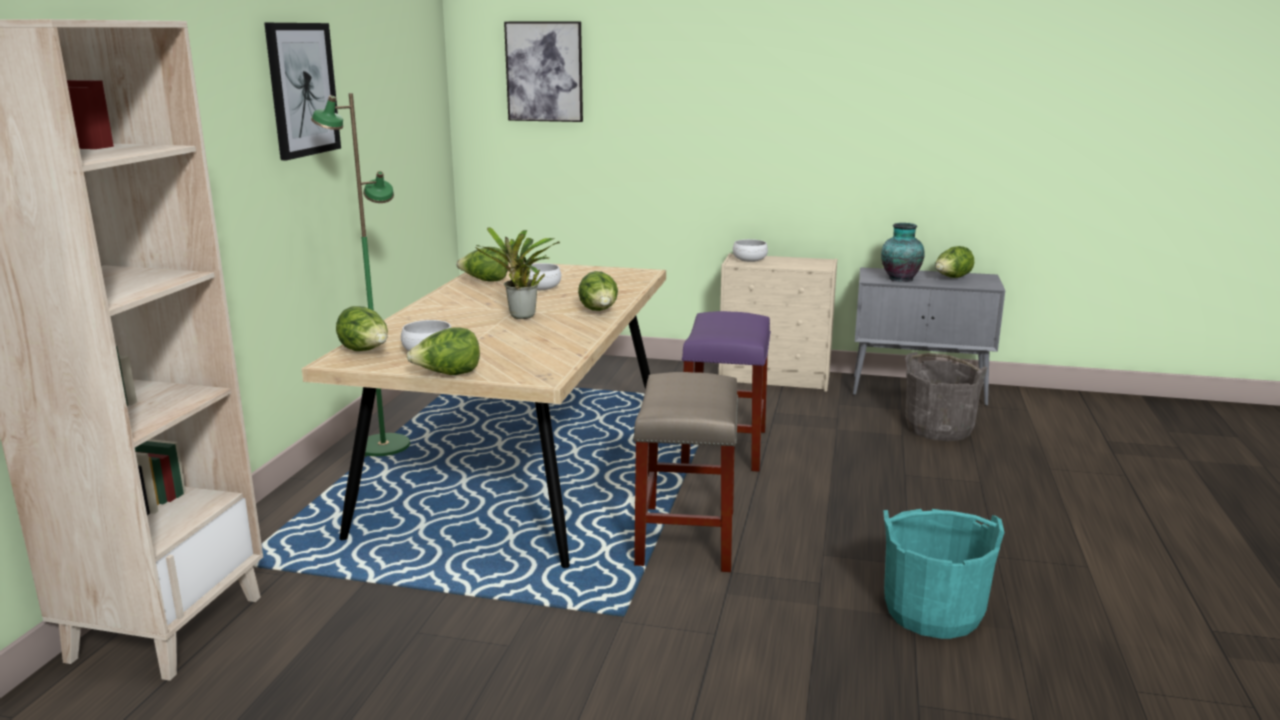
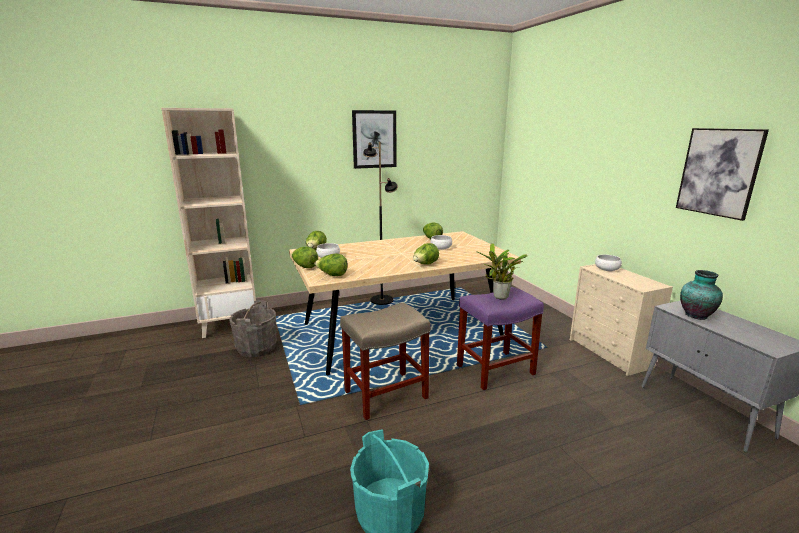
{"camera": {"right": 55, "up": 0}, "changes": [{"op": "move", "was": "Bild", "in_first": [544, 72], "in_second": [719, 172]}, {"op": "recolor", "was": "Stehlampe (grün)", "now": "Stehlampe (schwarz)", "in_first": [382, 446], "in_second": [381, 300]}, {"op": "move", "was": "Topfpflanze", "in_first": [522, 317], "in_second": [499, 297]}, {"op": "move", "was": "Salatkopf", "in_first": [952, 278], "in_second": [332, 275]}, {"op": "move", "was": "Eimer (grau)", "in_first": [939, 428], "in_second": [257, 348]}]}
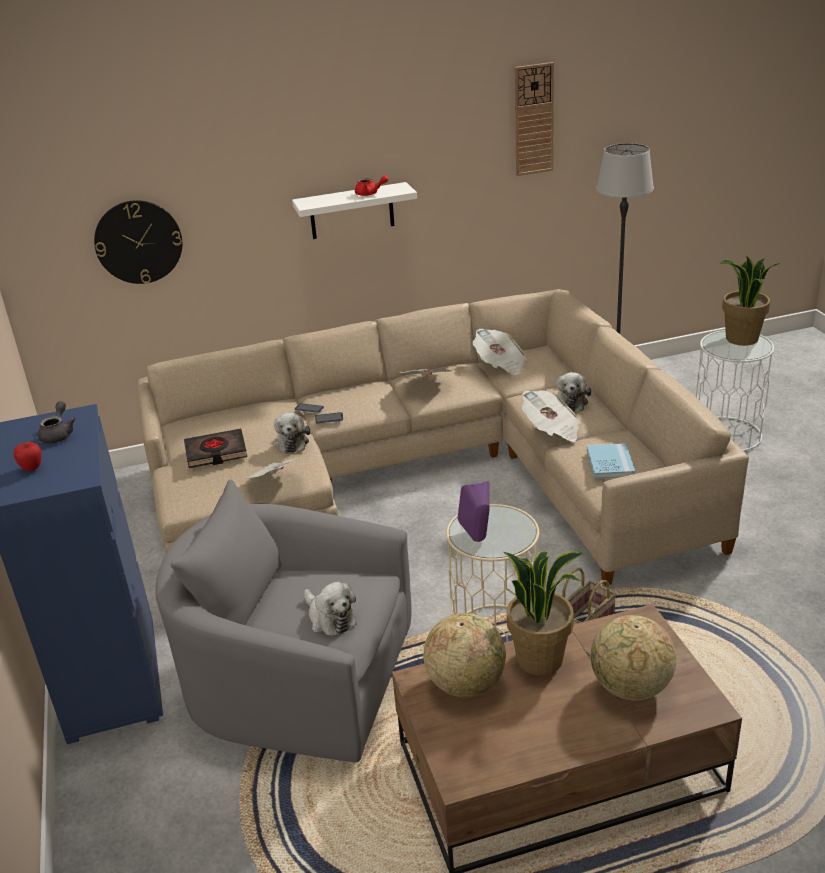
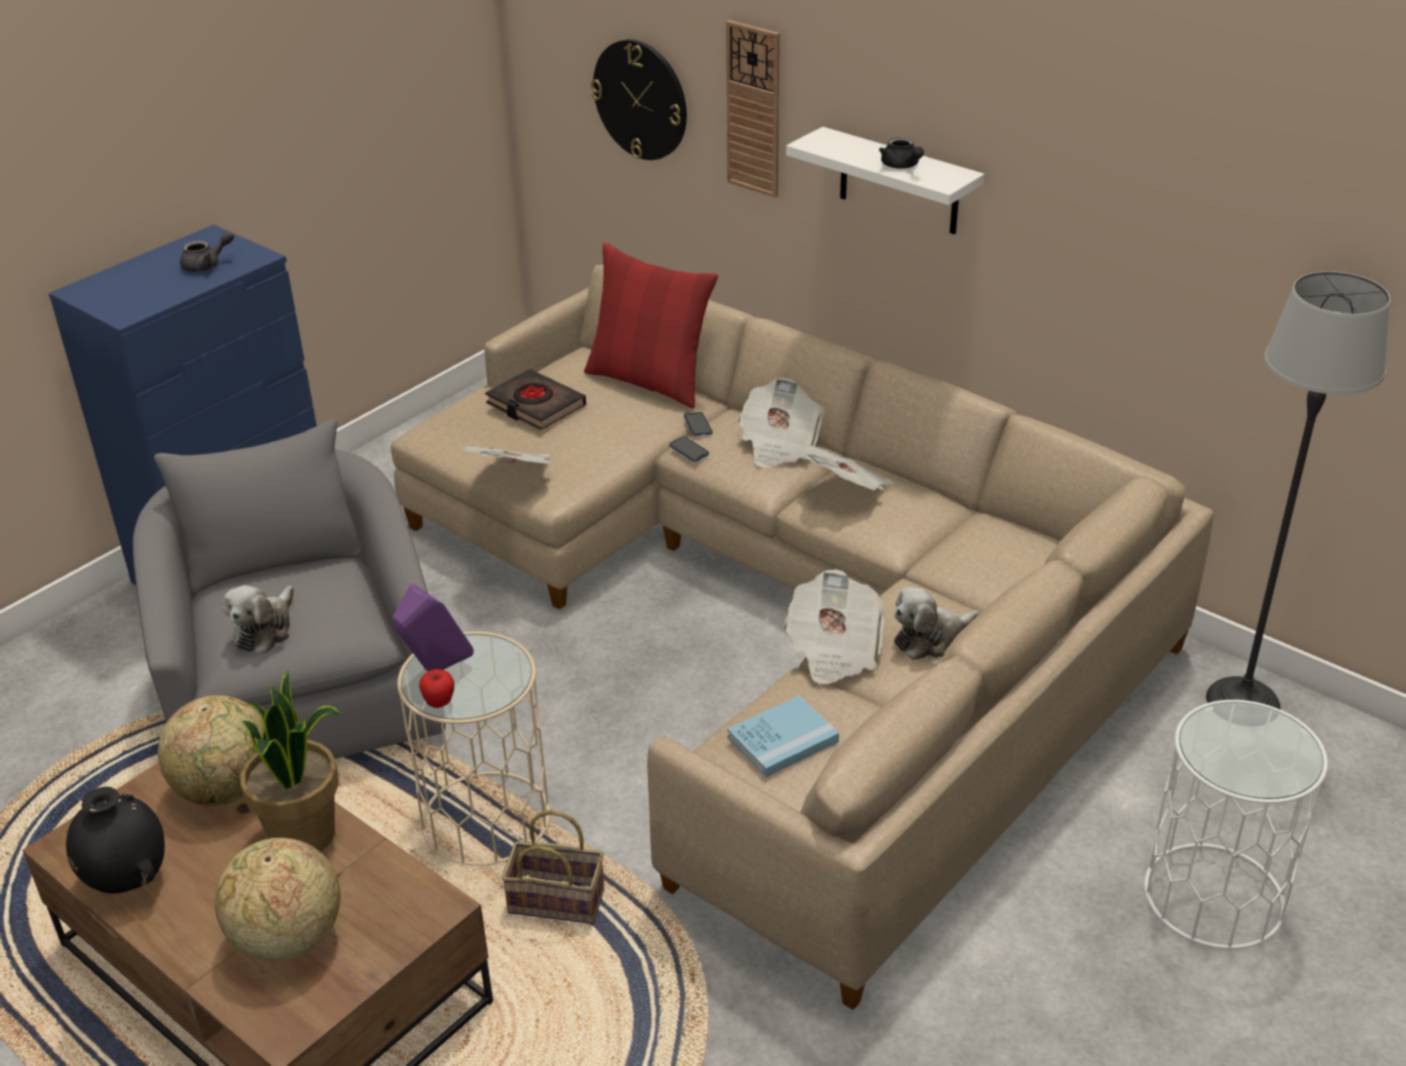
{"camera": {"right": 55, "up": 5}, "changes": [{"op": "move", "was": "Wanduhr", "in_first": [533, 120], "in_second": [754, 109]}, {"op": "recolor", "was": "Teekanne (rot)", "now": "Teekanne (schwarz)", "in_first": [370, 193], "in_second": [901, 166]}, {"op": "delete", "was": "Topfpflanze", "in_first": [741, 339]}, {"op": "move", "was": "Zeitung", "in_first": [500, 364], "in_second": [779, 444]}, {"op": "delete", "was": "Plüschtier", "in_first": [292, 442]}, {"op": "move", "was": "Apfel", "in_first": [32, 468], "in_second": [439, 703]}, {"op": "insert", "now": "Kissen (rot)", "in_second": [649, 381]}, {"op": "insert", "now": "Vase (schwarz)", "in_second": [127, 878]}]}
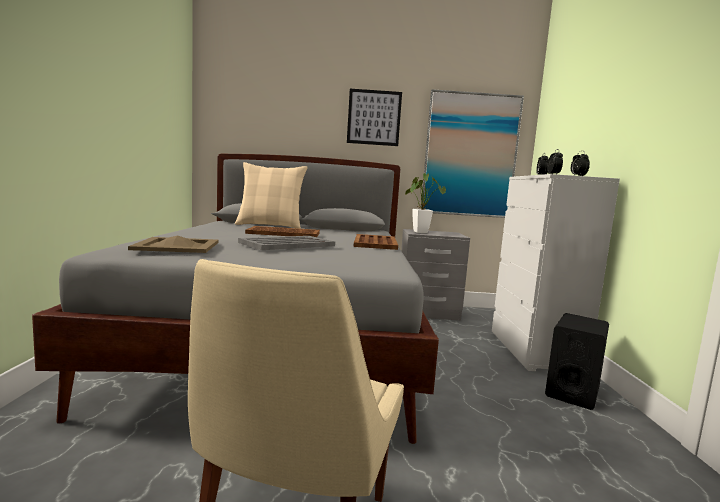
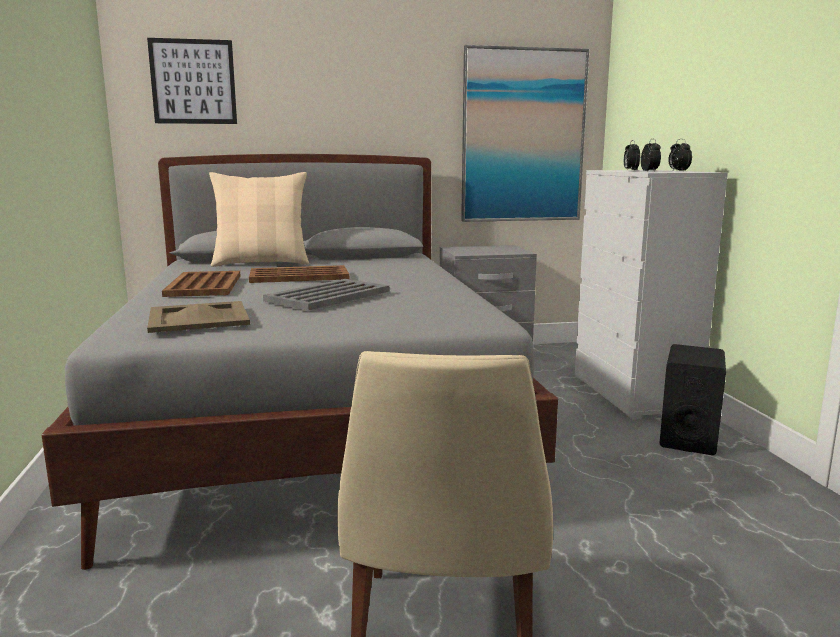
{"camera": {"right": -10, "up": 5}, "changes": [{"op": "move", "was": "Bild", "in_first": [374, 117], "in_second": [193, 82]}, {"op": "delete", "was": "Topfpflanze", "in_first": [419, 232]}, {"op": "move", "was": "Tablett (braun)", "in_first": [375, 243], "in_second": [204, 285]}]}
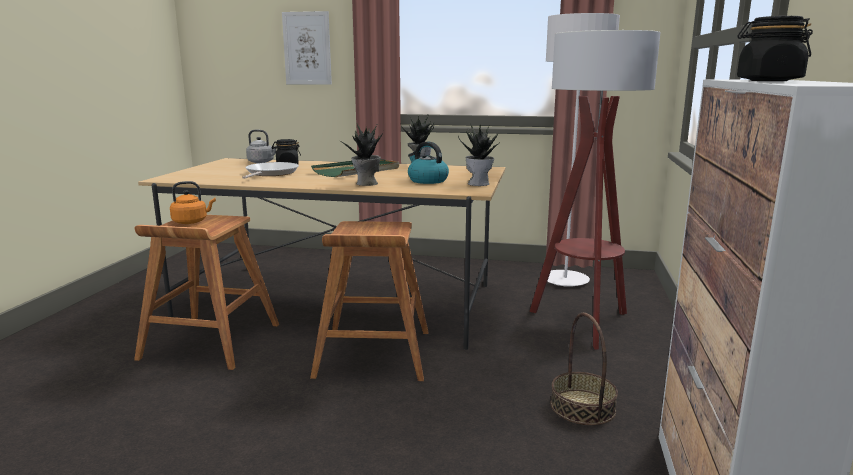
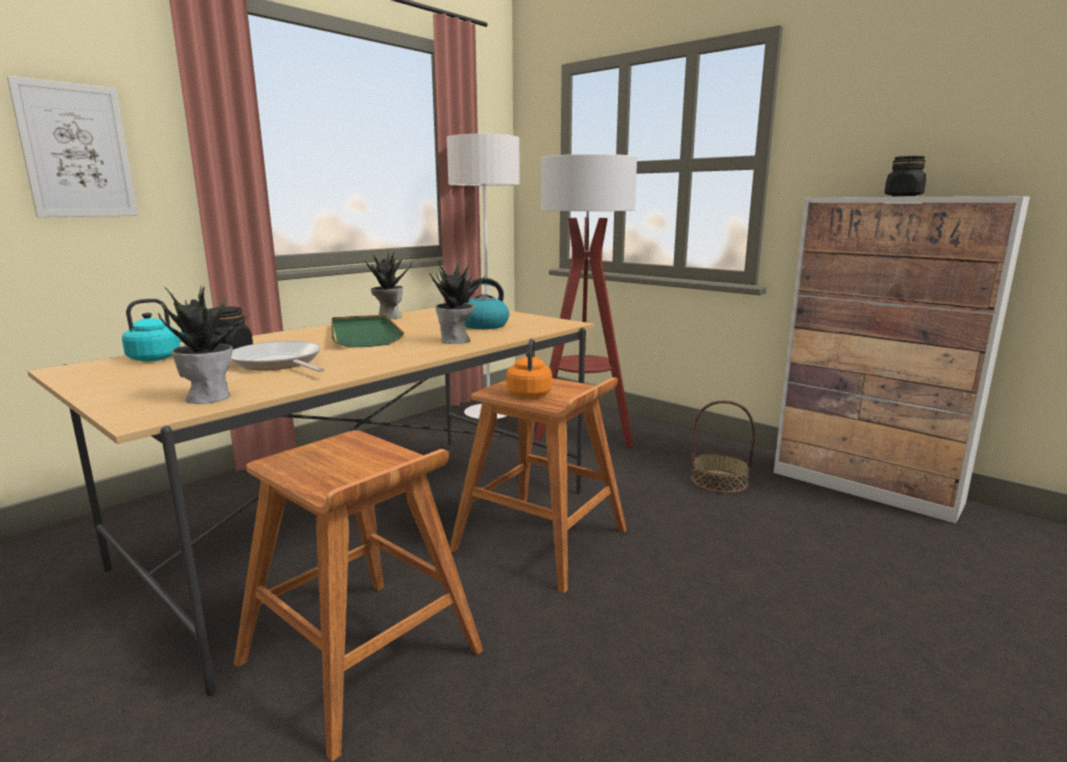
{"camera": {"right": -60, "up": 0}, "changes": [{"op": "move", "was": "Topfpflanze", "in_first": [479, 184], "in_second": [210, 397]}, {"op": "recolor", "was": "Wasserkessel (grau)", "now": "Wasserkessel (türkis)", "in_first": [262, 162], "in_second": [157, 358]}, {"op": "move", "was": "Wasserkessel (orange)", "in_first": [192, 222], "in_second": [529, 393]}]}
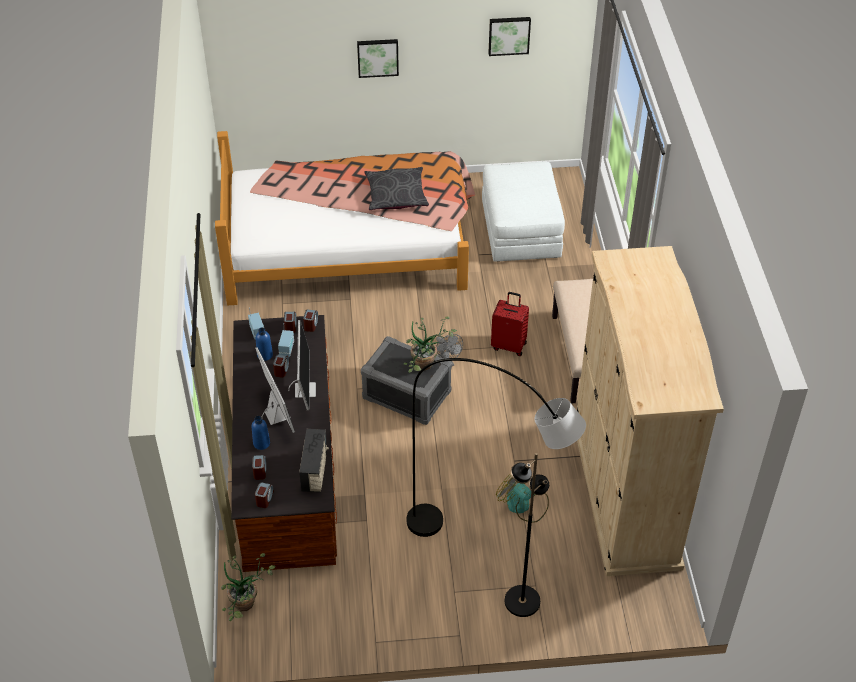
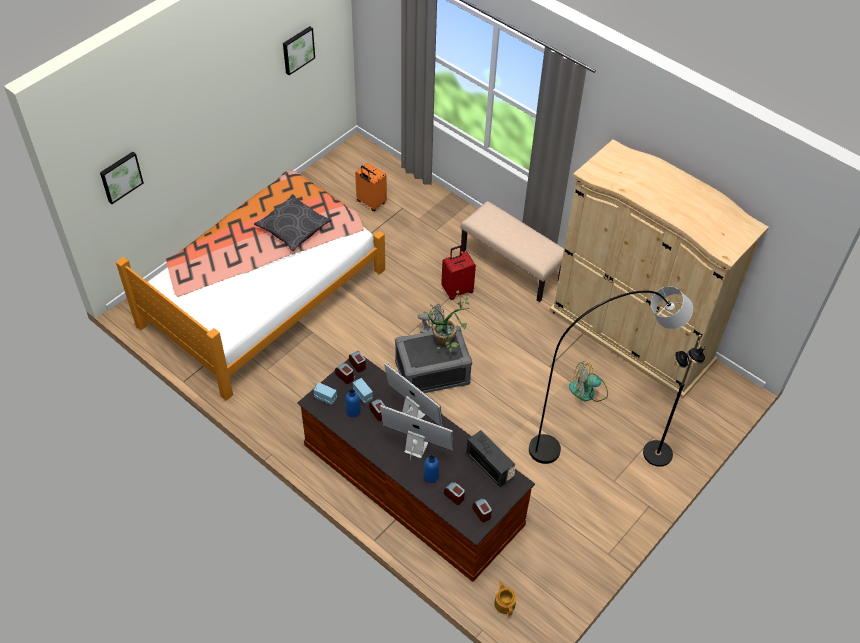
{"camera": {"right": -45, "up": 5}, "changes": [{"op": "move", "was": "Bild", "in_first": [377, 57], "in_second": [120, 176]}, {"op": "replace", "was": "Polsterhocker (weiß)", "now": "Koffer (orange)", "in_first": [520, 230], "in_second": [370, 203]}, {"op": "replace", "was": "Topfpflanze", "now": "Teekanne", "in_first": [247, 607], "in_second": [504, 603]}]}
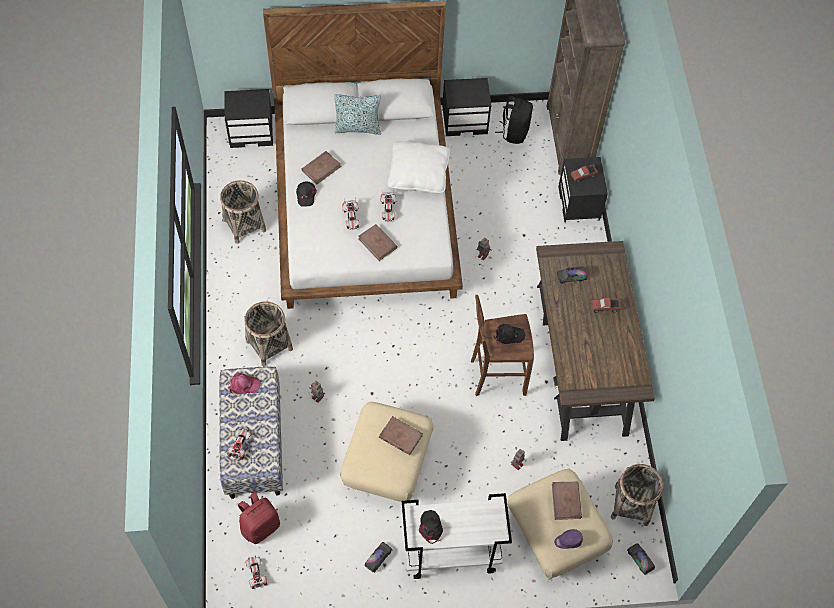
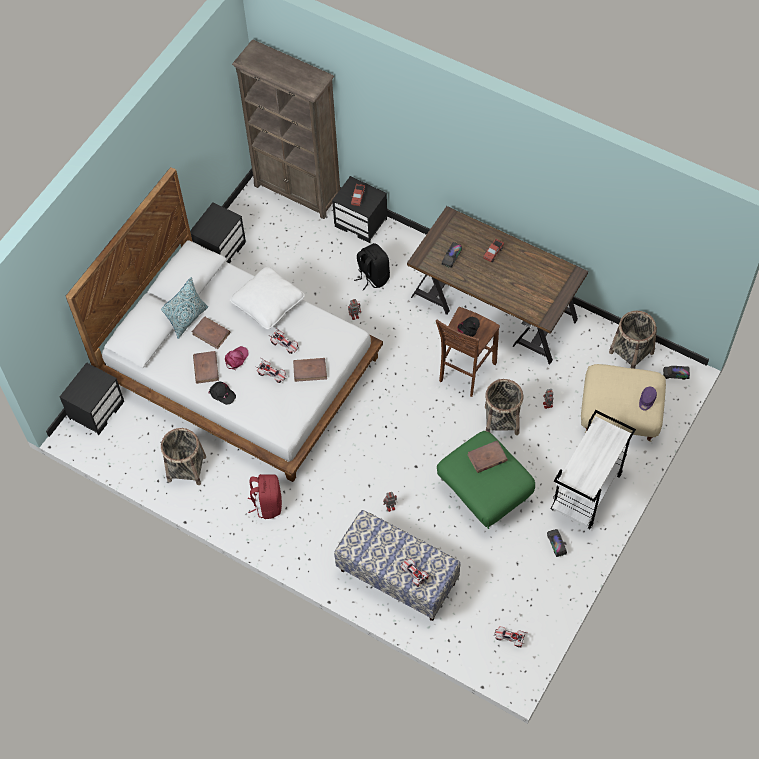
{"camera": {"right": -50, "up": 0}, "changes": [{"op": "move", "was": "Rucksack (schwarz)", "in_first": [514, 132], "in_second": [373, 277]}, {"op": "move", "was": "Korb", "in_first": [269, 345], "in_second": [501, 420]}, {"op": "move", "was": "Kappe (rosa)", "in_first": [244, 385], "in_second": [236, 359]}, {"op": "recolor", "was": "Polsterhocker (beige)", "now": "Polsterhocker (grün)", "in_first": [386, 463], "in_second": [483, 492]}, {"op": "move", "was": "Buch (braun)", "in_first": [566, 501], "in_second": [211, 333]}, {"op": "move", "was": "Rucksack (rot)", "in_first": [260, 526], "in_second": [267, 504]}, {"op": "delete", "was": "Kappe (schwarz)", "in_first": [430, 527]}]}
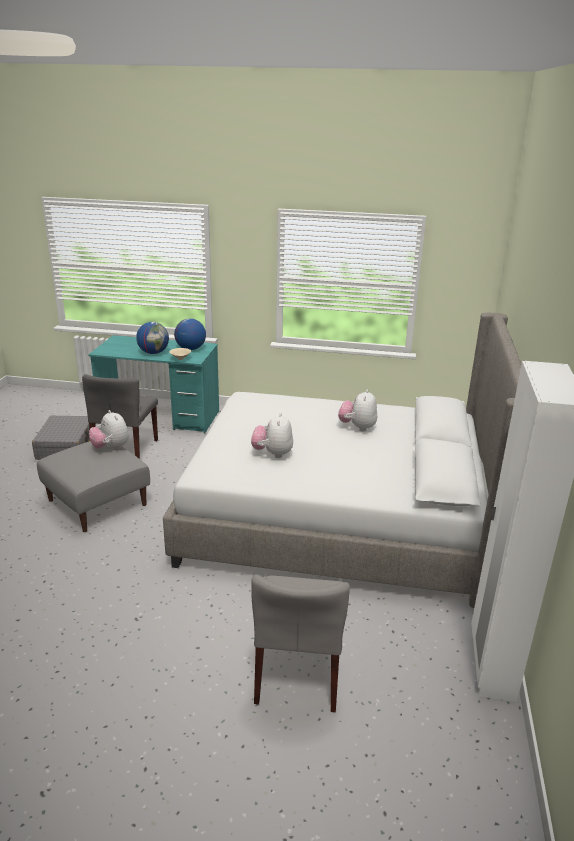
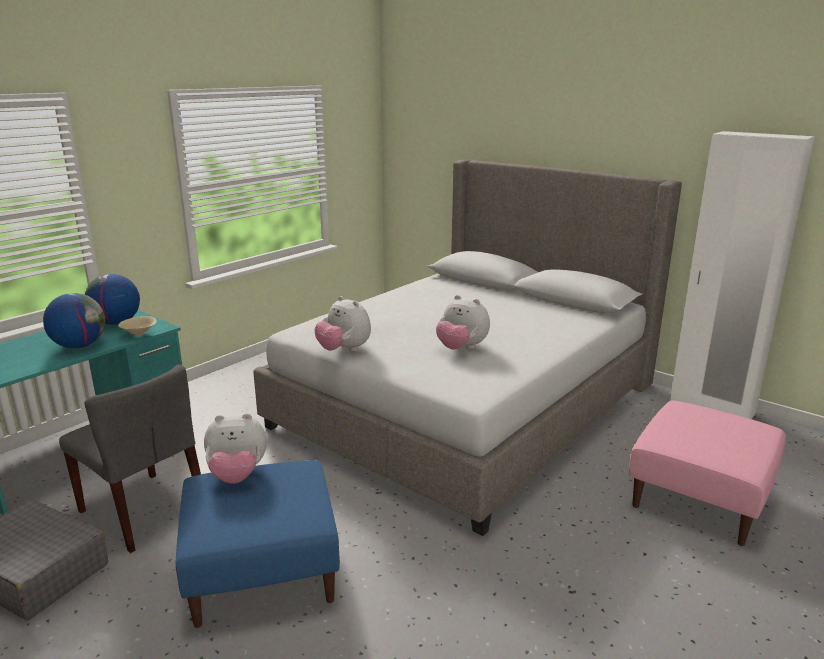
{"camera": {"right": -60, "up": -5}, "changes": [{"op": "move", "was": "Plüschtier", "in_first": [357, 427], "in_second": [344, 350]}, {"op": "recolor", "was": "Polsterhocker (grau)", "now": "Polsterhocker (blau)", "in_first": [98, 502], "in_second": [263, 570]}, {"op": "replace", "was": "Stuhl (grau)", "now": "Polsterhocker (rosa)", "in_first": [299, 671], "in_second": [700, 498]}]}
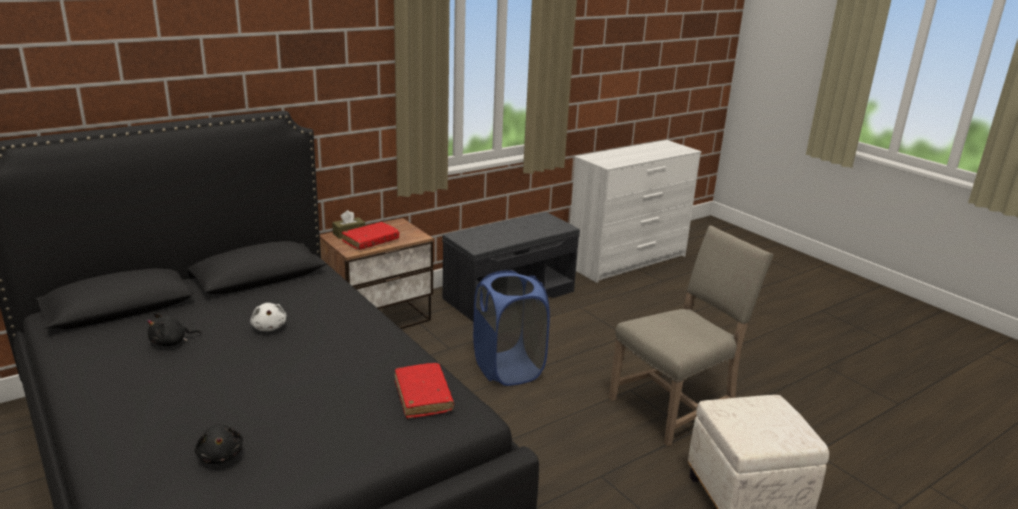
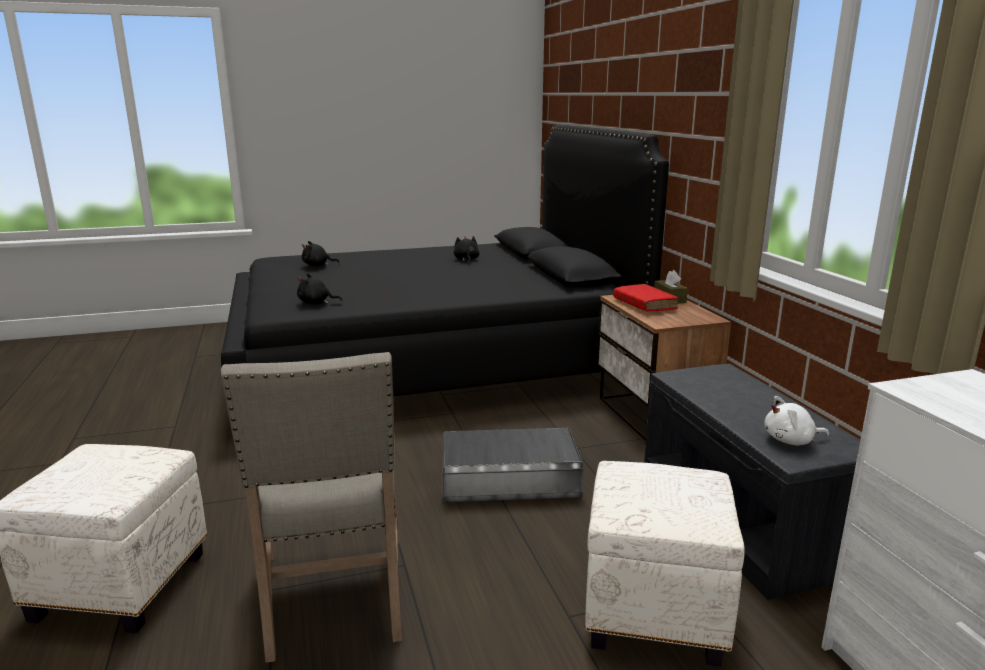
{"camera": {"right": 110, "up": -5}, "changes": [{"op": "replace", "was": "Wäschekorb (blau)", "now": "Aufbewahrungsbox (grau)", "in_first": [508, 369], "in_second": [509, 478]}, {"op": "move", "was": "Plüschtier (weiß)", "in_first": [269, 327], "in_second": [791, 441]}, {"op": "replace", "was": "Buch (rot)", "now": "Plüschtier (schwarz)", "in_first": [423, 397], "in_second": [316, 303]}, {"op": "insert", "now": "Polsterhocker (weiß)", "in_second": [655, 613]}]}
